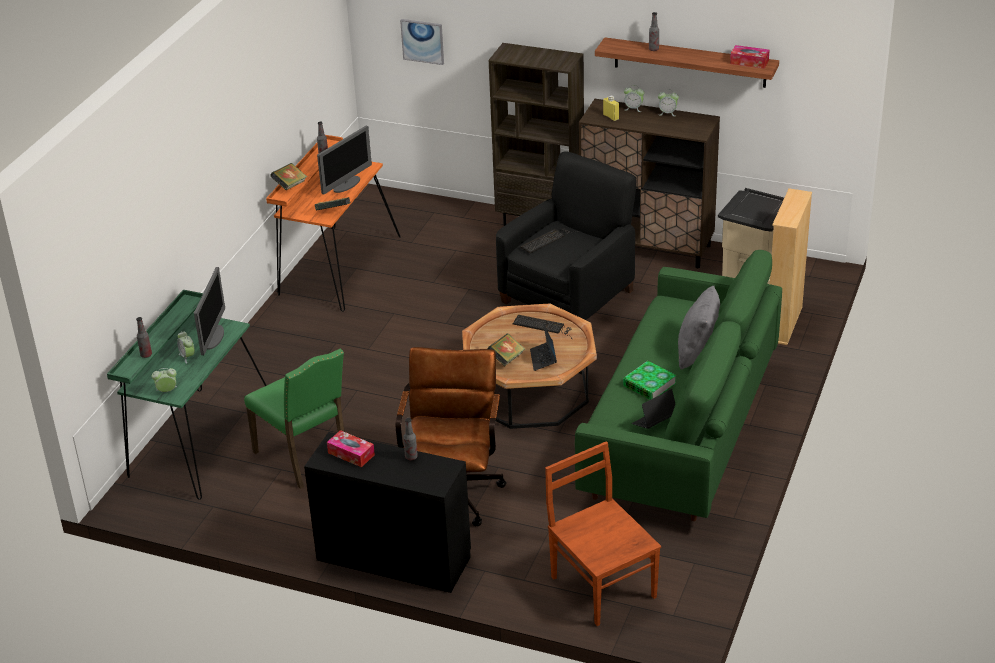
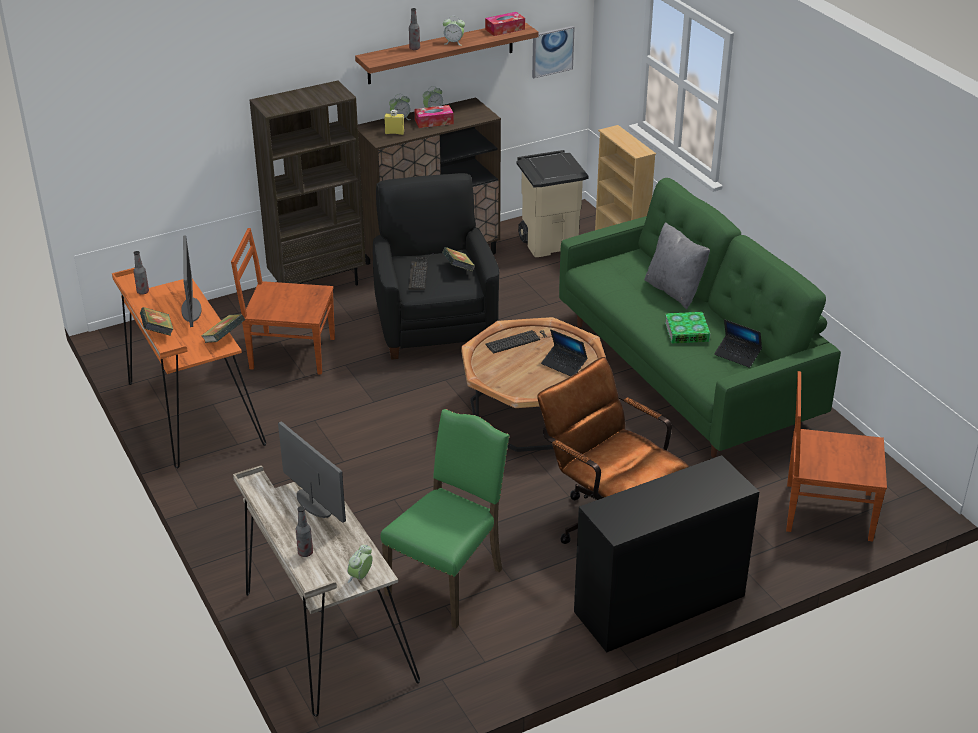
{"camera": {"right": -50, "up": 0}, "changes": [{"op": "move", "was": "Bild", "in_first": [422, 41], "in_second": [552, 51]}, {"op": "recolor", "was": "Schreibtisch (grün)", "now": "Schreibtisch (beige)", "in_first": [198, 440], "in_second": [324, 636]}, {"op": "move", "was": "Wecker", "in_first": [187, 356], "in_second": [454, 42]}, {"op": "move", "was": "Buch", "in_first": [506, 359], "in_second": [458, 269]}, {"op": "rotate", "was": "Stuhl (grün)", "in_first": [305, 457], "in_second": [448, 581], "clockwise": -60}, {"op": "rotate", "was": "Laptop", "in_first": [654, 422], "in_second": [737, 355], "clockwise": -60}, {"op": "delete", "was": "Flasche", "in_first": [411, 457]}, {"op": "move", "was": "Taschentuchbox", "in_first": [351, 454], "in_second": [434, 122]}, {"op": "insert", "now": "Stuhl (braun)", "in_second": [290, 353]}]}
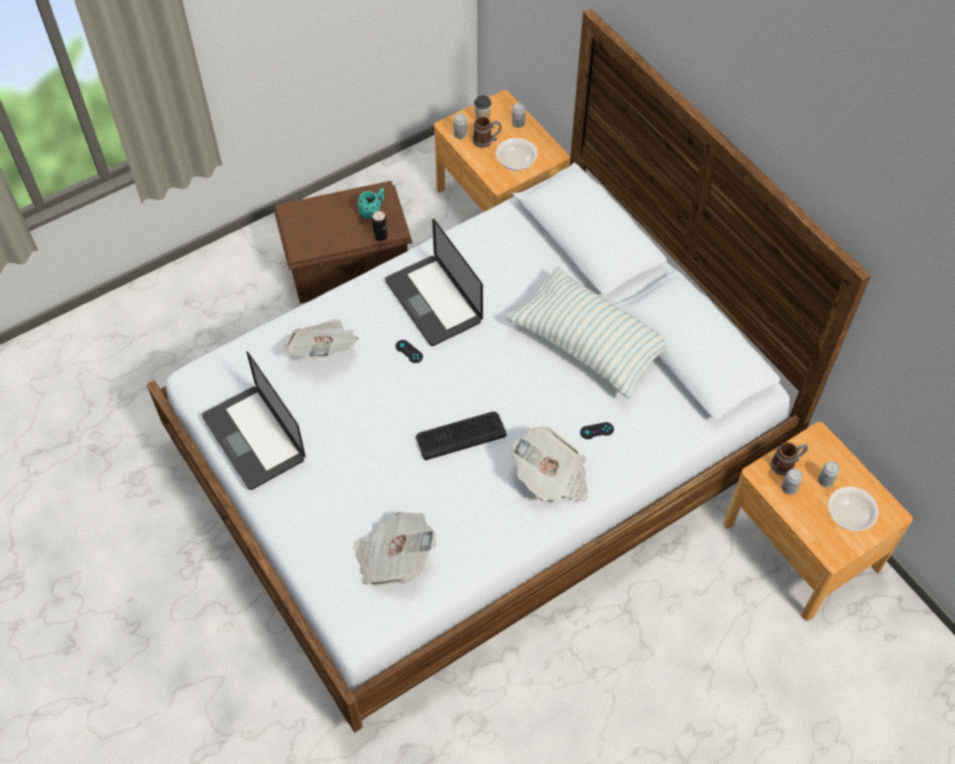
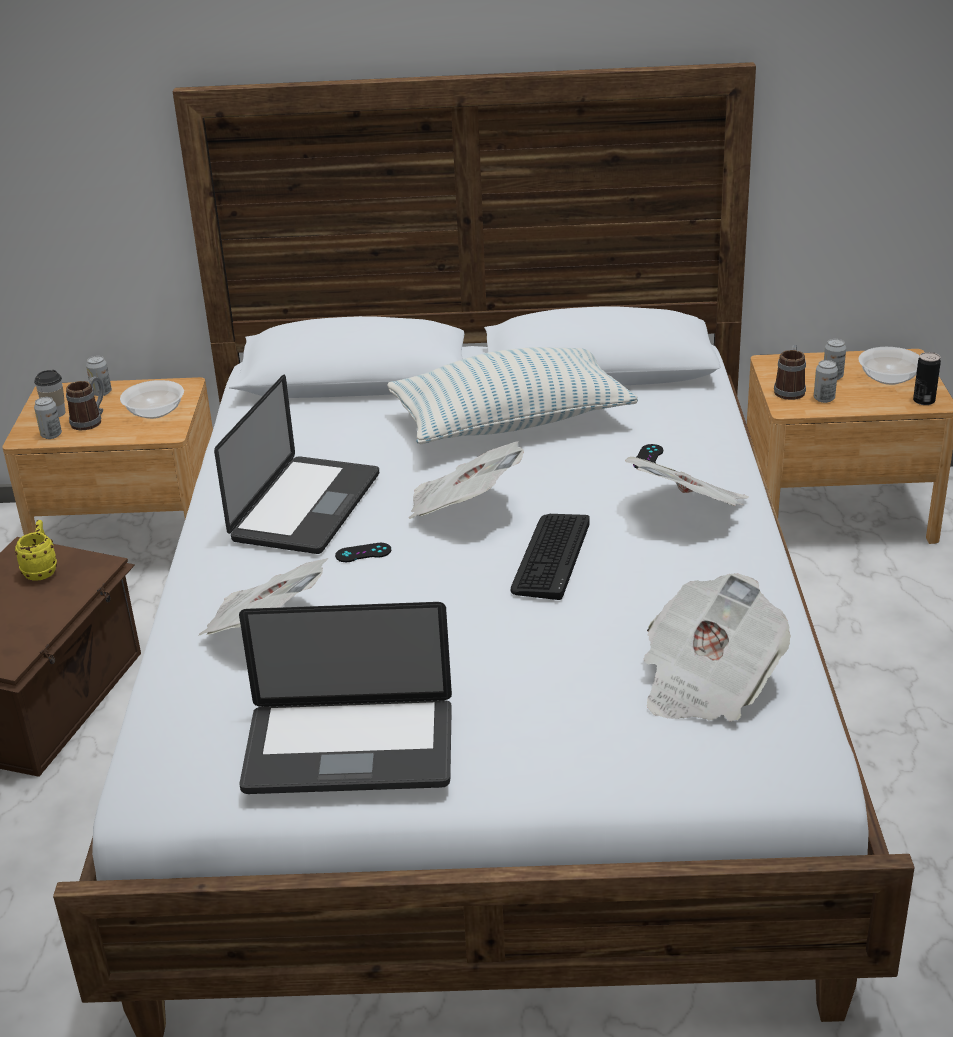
{"camera": {"right": -55, "up": -25}, "changes": [{"op": "recolor", "was": "Henkelbecher (türkis)", "now": "Henkelbecher (gelb)", "in_first": [372, 211], "in_second": [42, 570]}, {"op": "move", "was": "Dose", "in_first": [380, 236], "in_second": [924, 401]}, {"op": "rotate", "was": "Laptop", "in_first": [433, 301], "in_second": [306, 507], "clockwise": -75}, {"op": "insert", "now": "Zeitung", "in_second": [464, 508]}]}
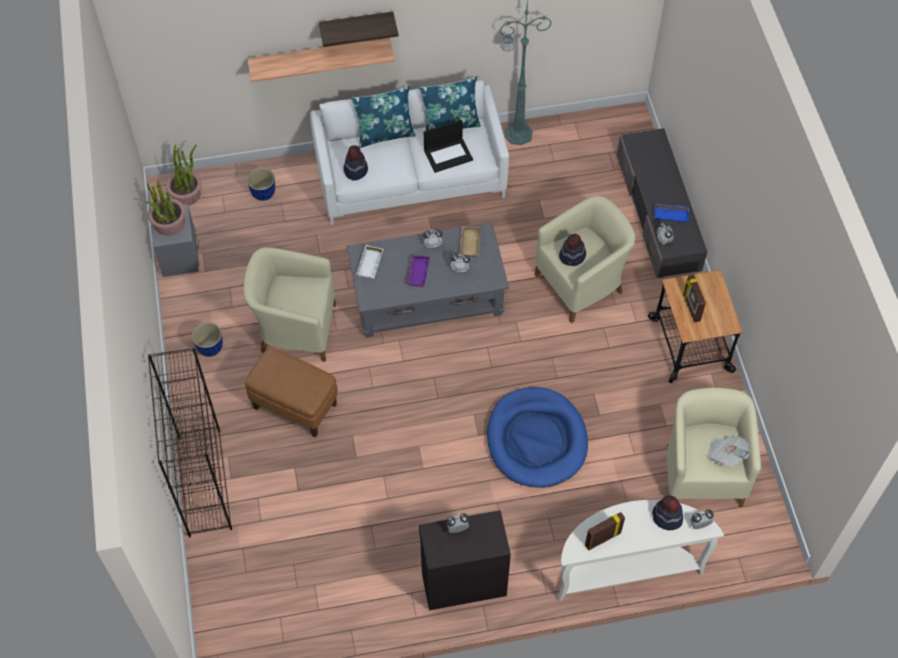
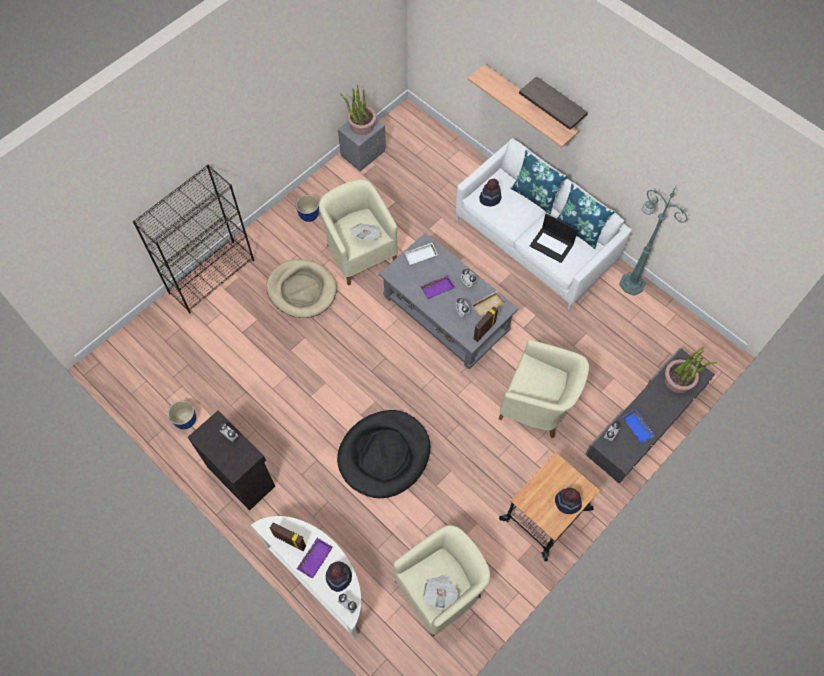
{"camera": {"right": 55, "up": 5}, "changes": [{"op": "move", "was": "Topfpflanze", "in_first": [186, 194], "in_second": [678, 380]}, {"op": "move", "was": "Pflanzkübel", "in_first": [263, 194], "in_second": [185, 420]}, {"op": "move", "was": "Hut", "in_first": [572, 256], "in_second": [567, 503]}, {"op": "move", "was": "Bilderrahmen", "in_first": [691, 308], "in_second": [484, 330]}, {"op": "replace", "was": "Polsterhocker (braun)", "now": "Hundebett (beige)", "in_first": [294, 406], "in_second": [302, 290]}, {"op": "recolor", "was": "Hundebett (blau)", "now": "Hundebett (schwarz)", "in_first": [536, 440], "in_second": [384, 455]}, {"op": "insert", "now": "Zeitung", "in_second": [367, 235]}, {"op": "insert", "now": "Tablett (lila)", "in_second": [314, 557]}]}
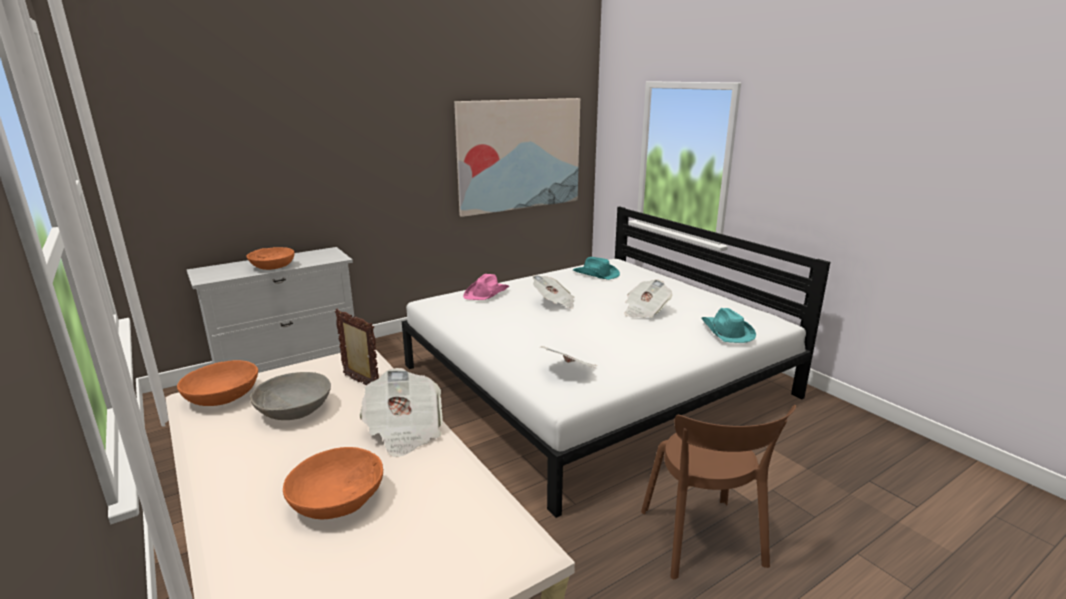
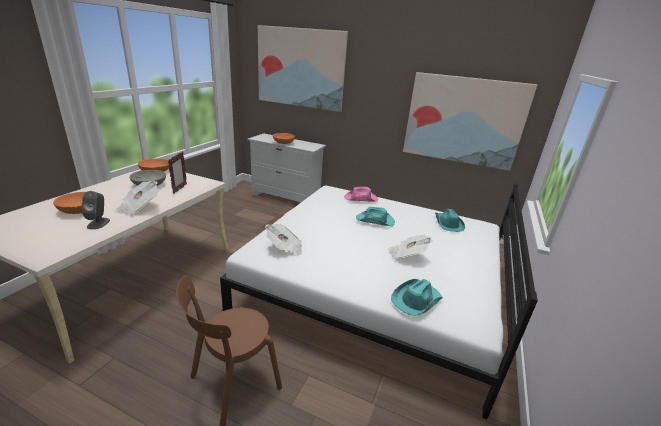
{"camera": {"right": 55, "up": 5}, "changes": [{"op": "replace", "was": "Zeitung", "now": "Hut (türkis)", "in_first": [554, 303], "in_second": [375, 220]}, {"op": "insert", "now": "Bild", "in_second": [300, 68]}, {"op": "insert", "now": "Lautsprecher (grau)", "in_second": [98, 223]}]}
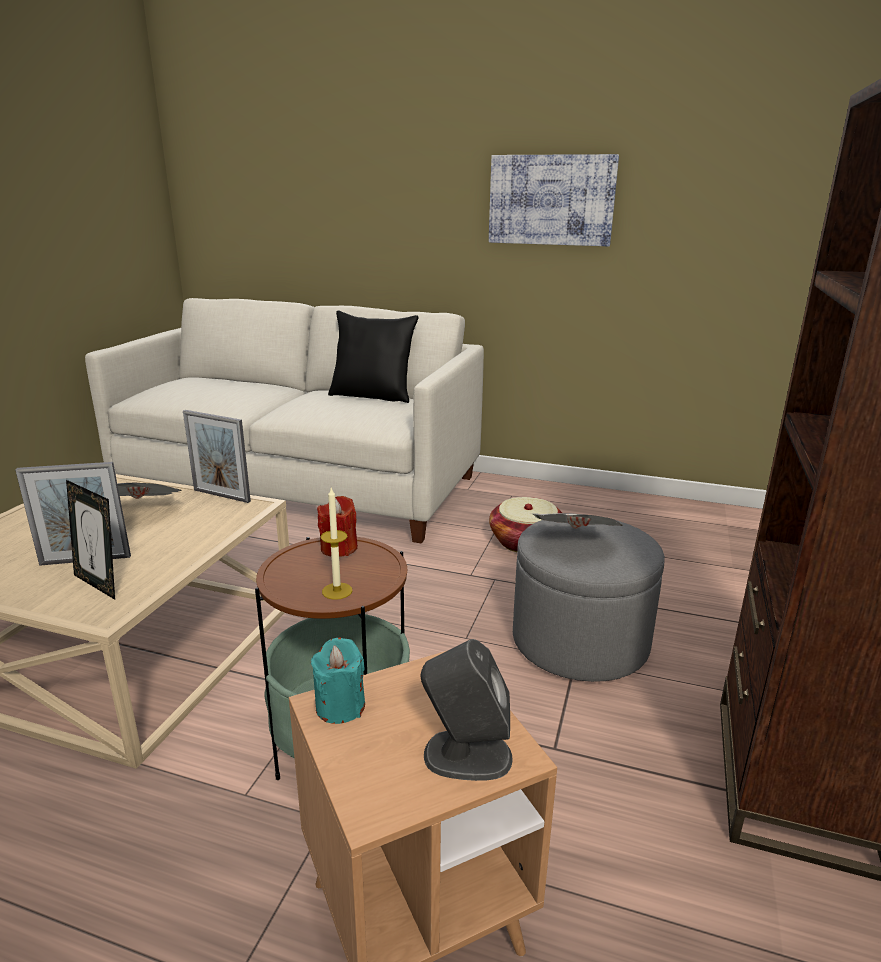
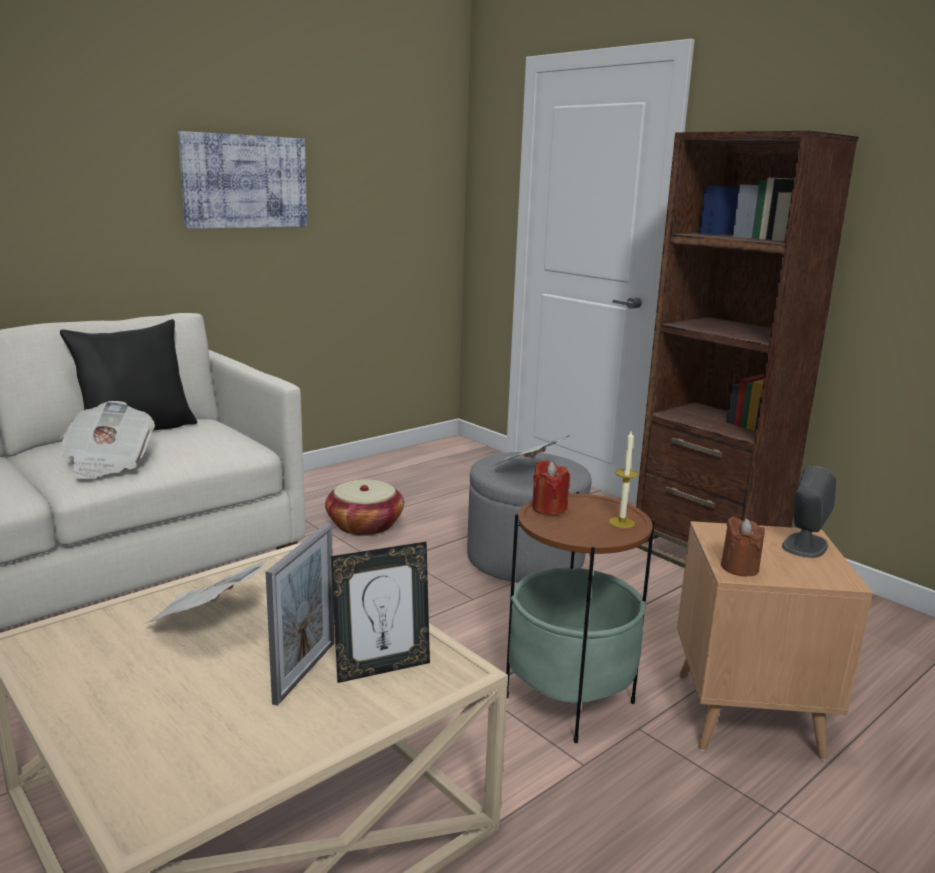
{"camera": {"right": -60, "up": -5}, "changes": [{"op": "delete", "was": "Bilderrahmen", "in_first": [221, 495]}, {"op": "recolor", "was": "Kerze (türkis)", "now": "Kerze (braun)", "in_first": [340, 706], "in_second": [739, 568]}, {"op": "insert", "now": "Zeitung", "in_second": [108, 463]}]}
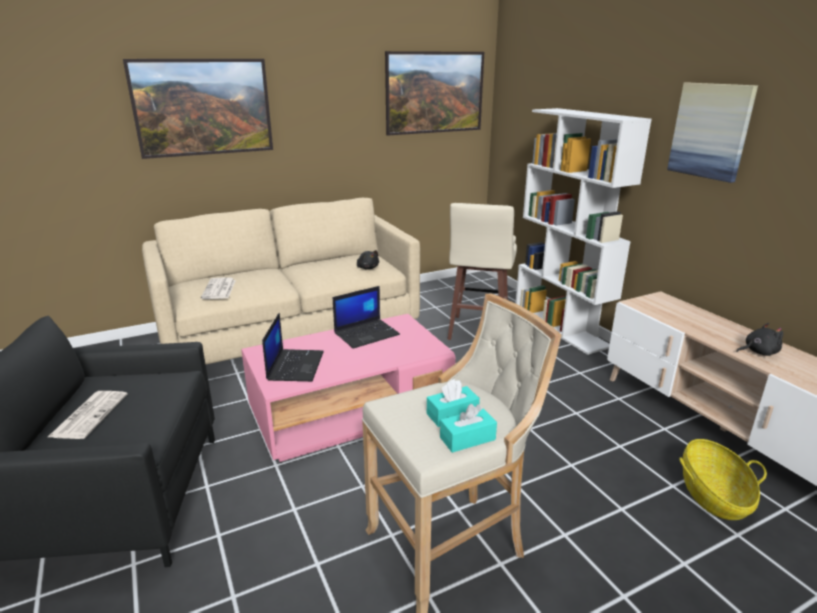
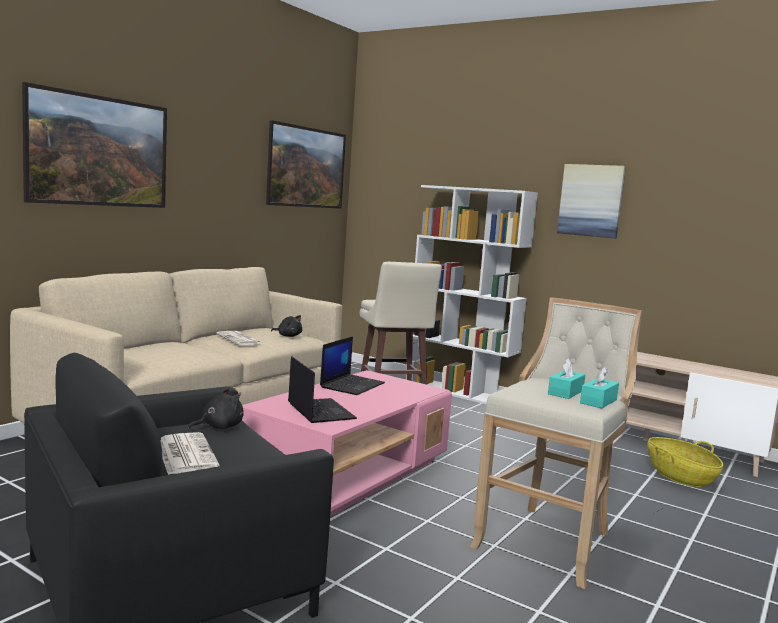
{"camera": {"right": -30, "up": -15}, "changes": [{"op": "move", "was": "Zeitung", "in_first": [219, 289], "in_second": [240, 339]}, {"op": "move", "was": "Plüschtier (schwarz)", "in_first": [758, 352], "in_second": [219, 427]}]}
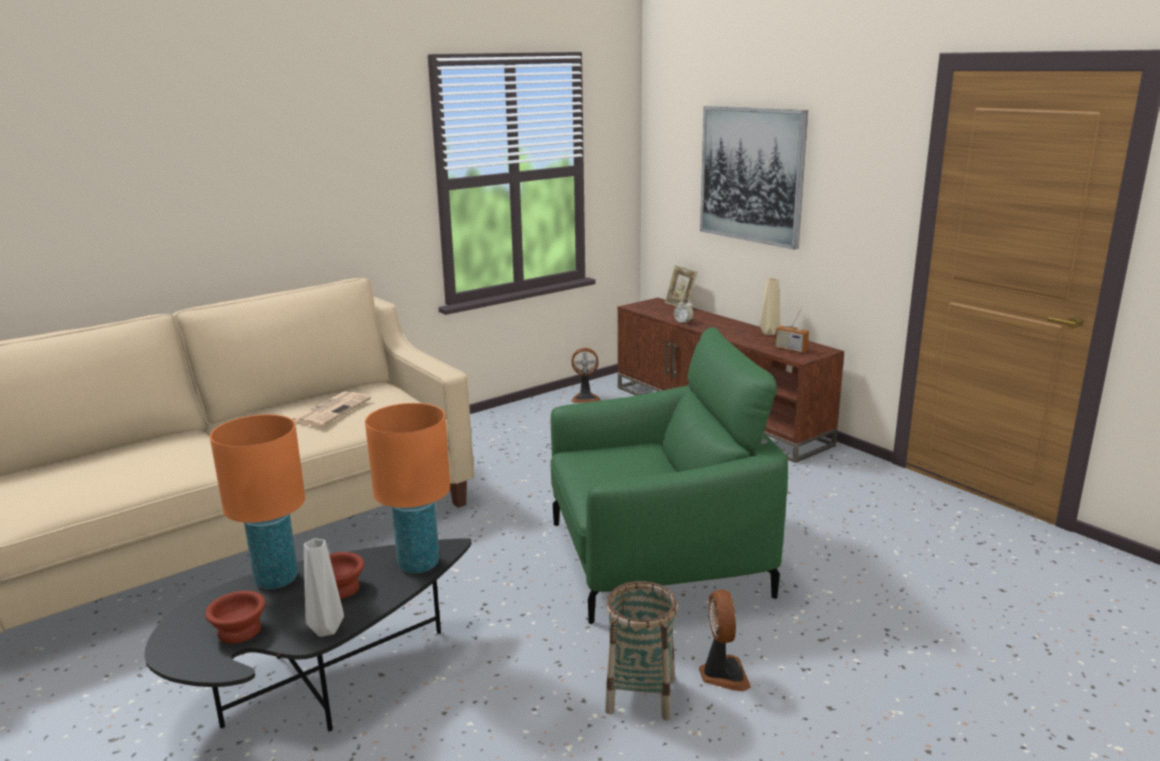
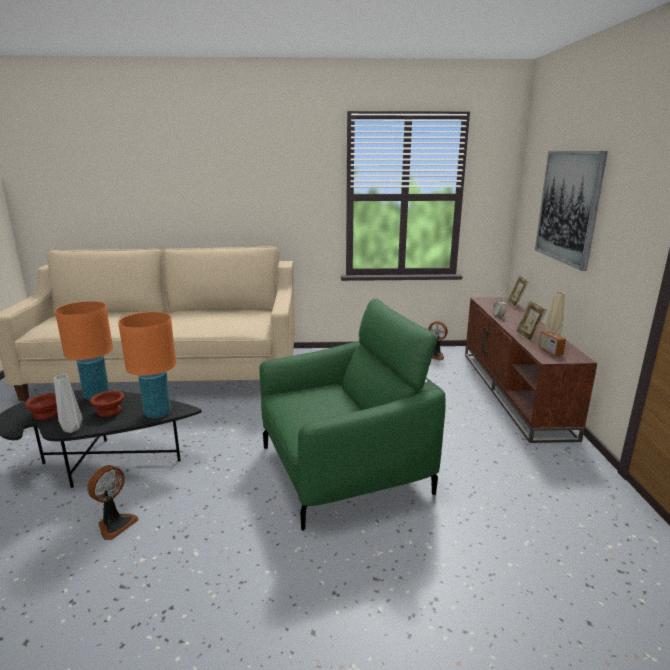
{"camera": {"right": 35, "up": 0}, "changes": [{"op": "rotate", "was": "Sessel (grün)", "in_first": [656, 559], "in_second": [343, 469], "clockwise": -45}, {"op": "delete", "was": "Zeitung", "in_first": [331, 410]}, {"op": "delete", "was": "Korb", "in_first": [641, 695]}, {"op": "move", "was": "Ventilator", "in_first": [722, 674], "in_second": [115, 524]}, {"op": "insert", "now": "Bilderrahmen", "in_second": [528, 337]}]}
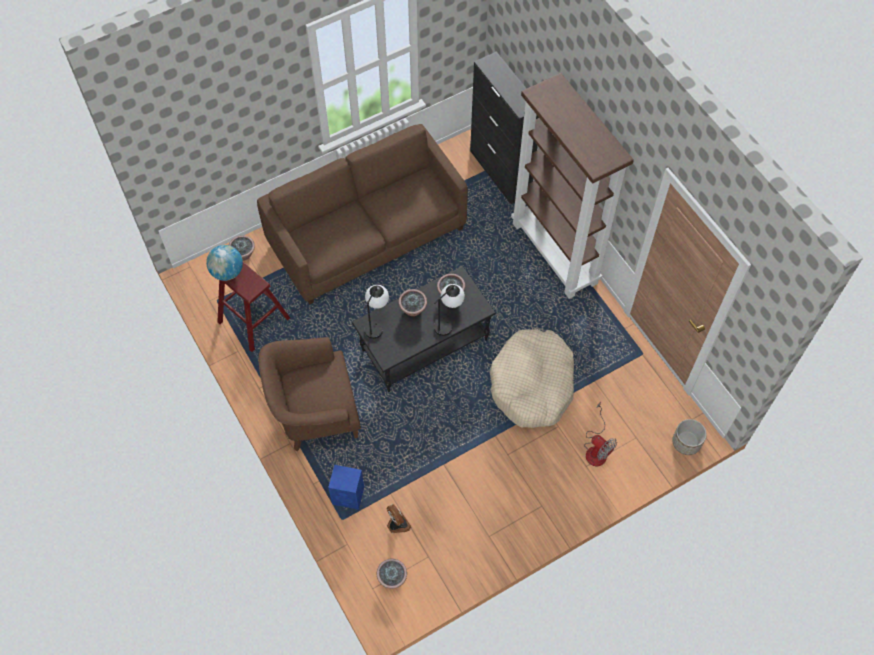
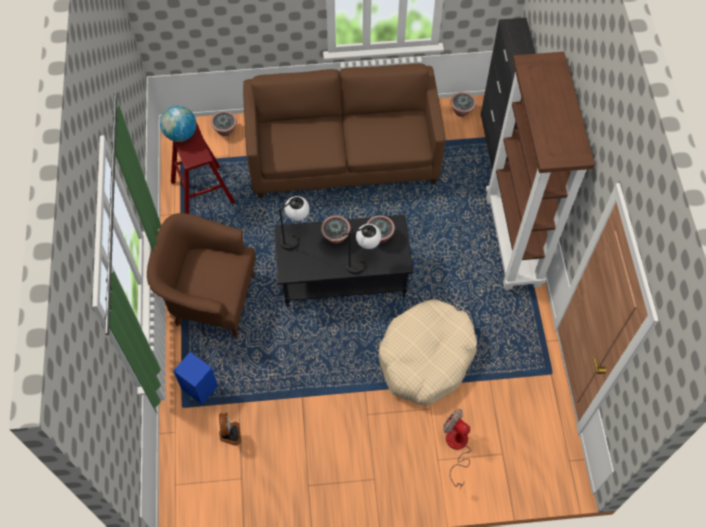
{"camera": {"right": 25, "up": 0}, "changes": [{"op": "rotate", "was": "Ventilator", "in_first": [596, 448], "in_second": [457, 447], "clockwise": 150}, {"op": "delete", "was": "Pflanzkübel", "in_first": [686, 442]}, {"op": "move", "was": "Topfpflanze", "in_first": [392, 578], "in_second": [461, 111]}]}
